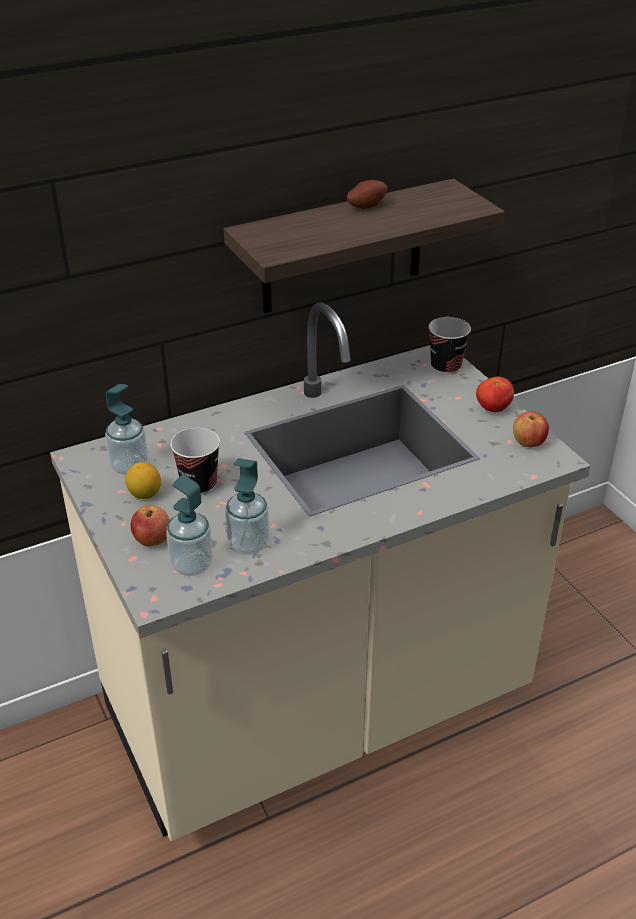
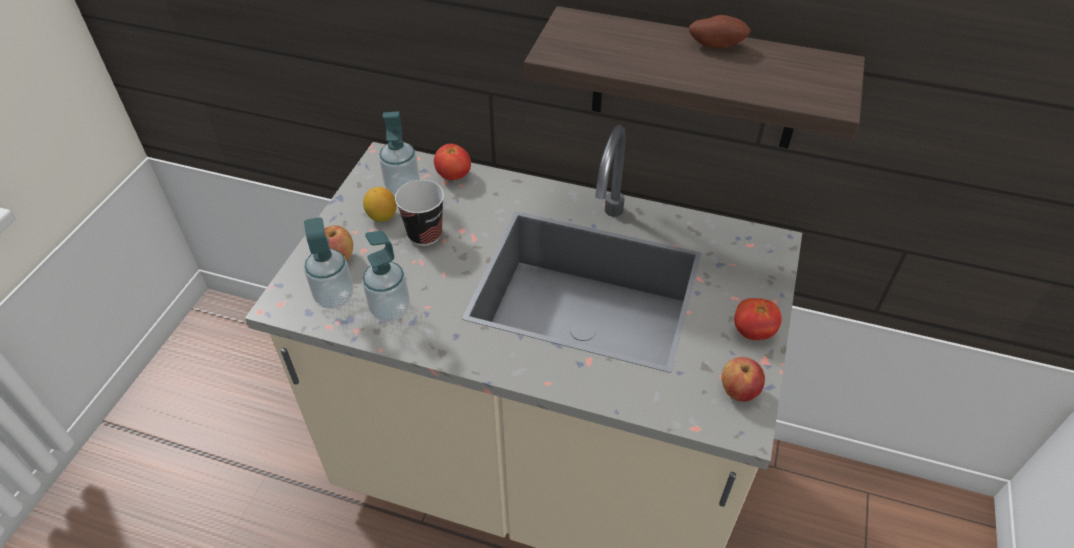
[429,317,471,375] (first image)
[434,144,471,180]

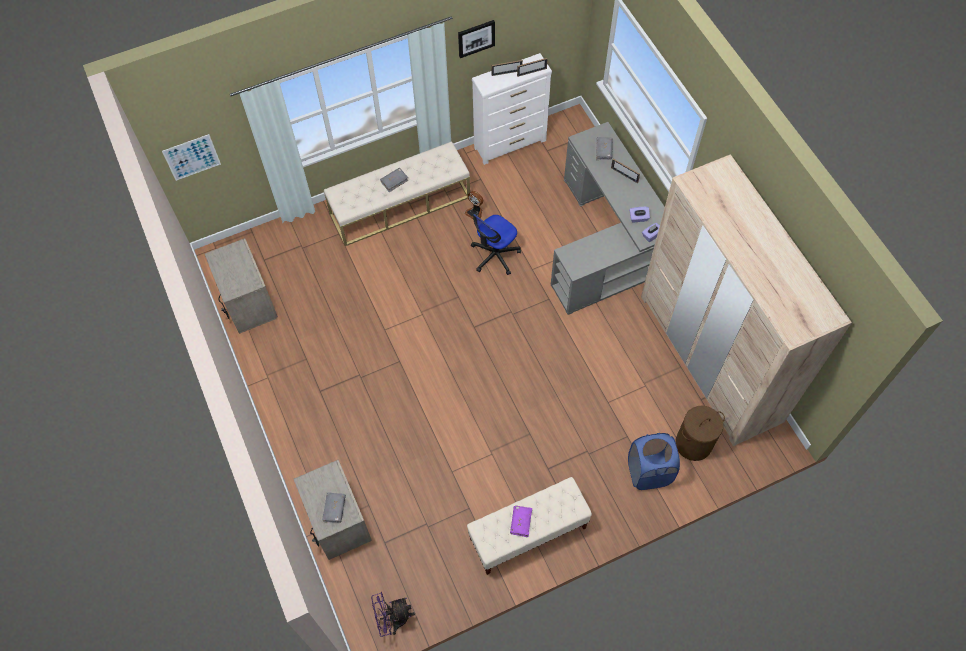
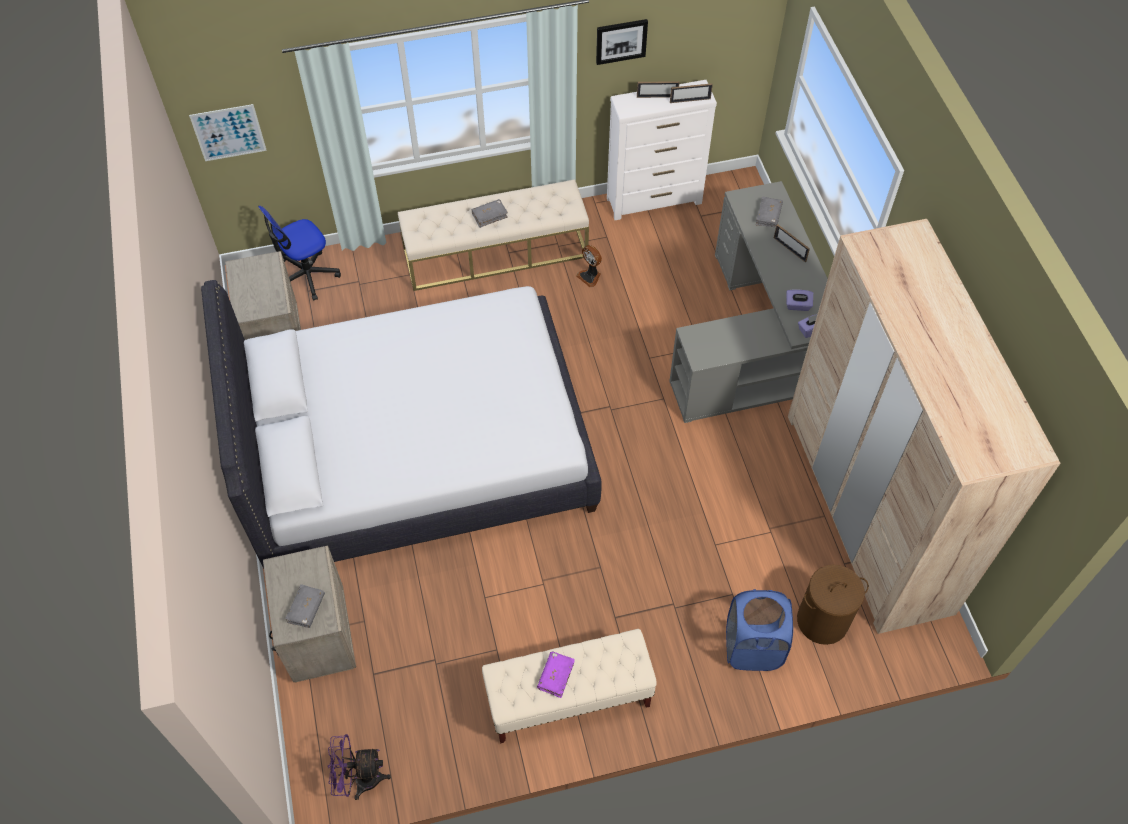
[258,206,341,301]
[201,280,602,569]

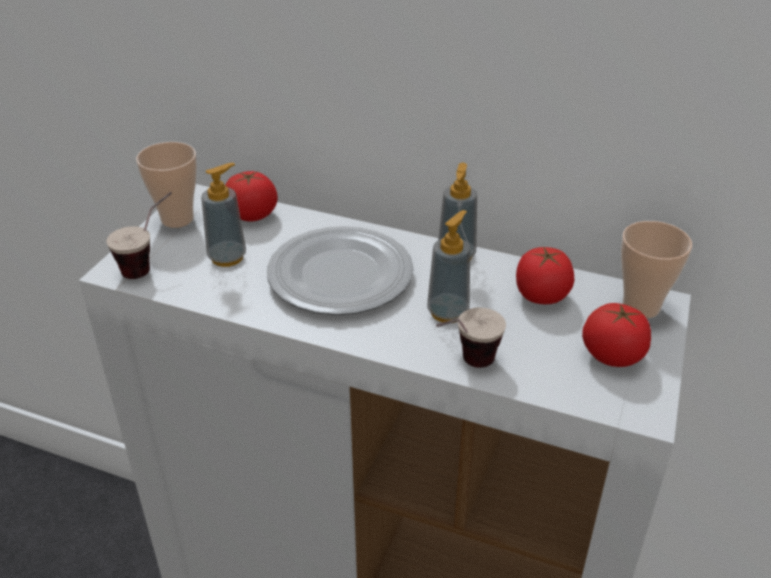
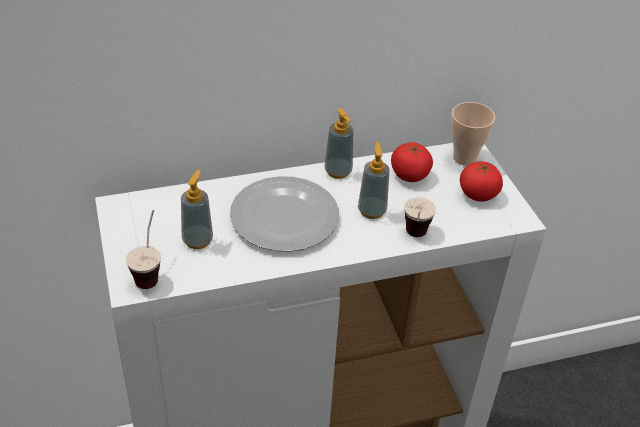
[136,142,197,228] (first image)
[225,171,278,222] (first image)

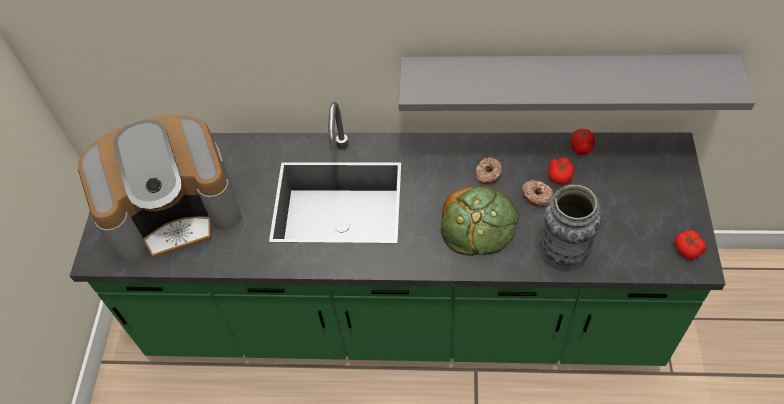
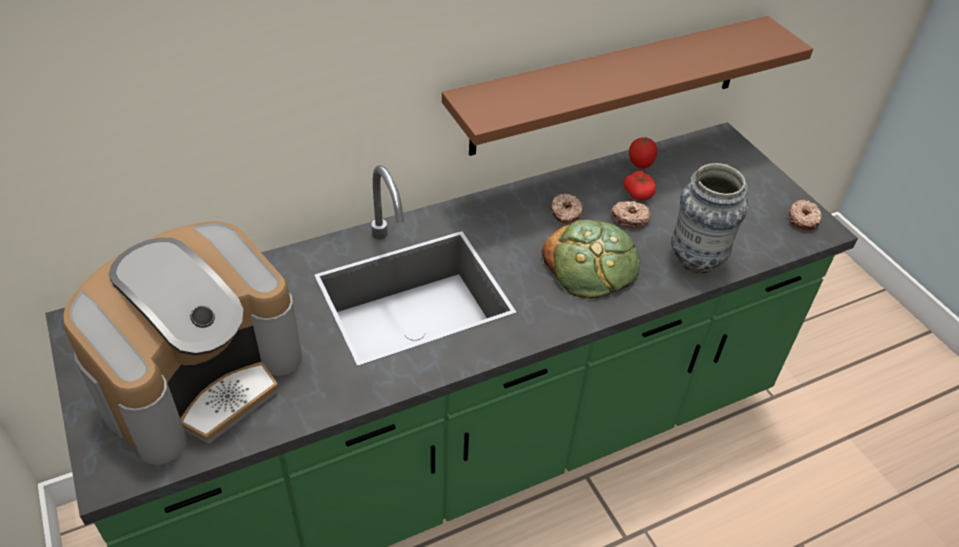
[442,16,813,156]
[789,200,822,230]

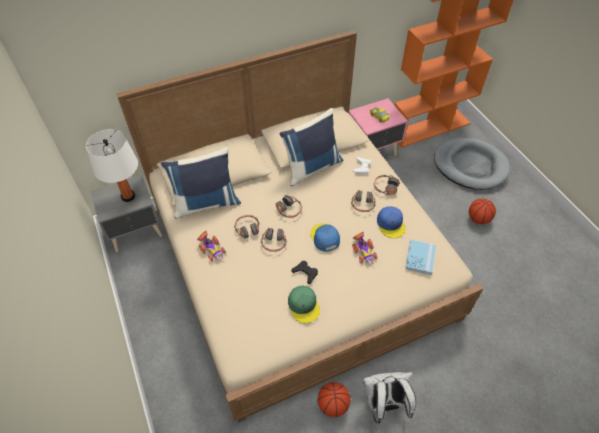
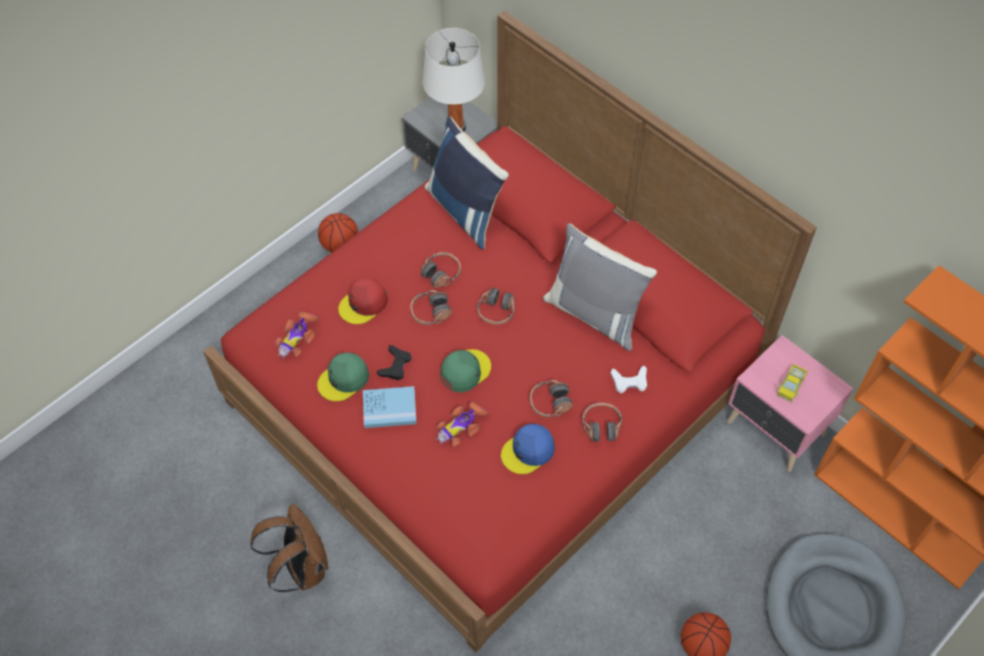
[203,10,817,652]
[275,312,319,358]
[543,223,657,351]
[440,349,491,392]
[318,213,358,253]
[250,504,328,592]
[363,386,417,428]
[338,278,388,324]

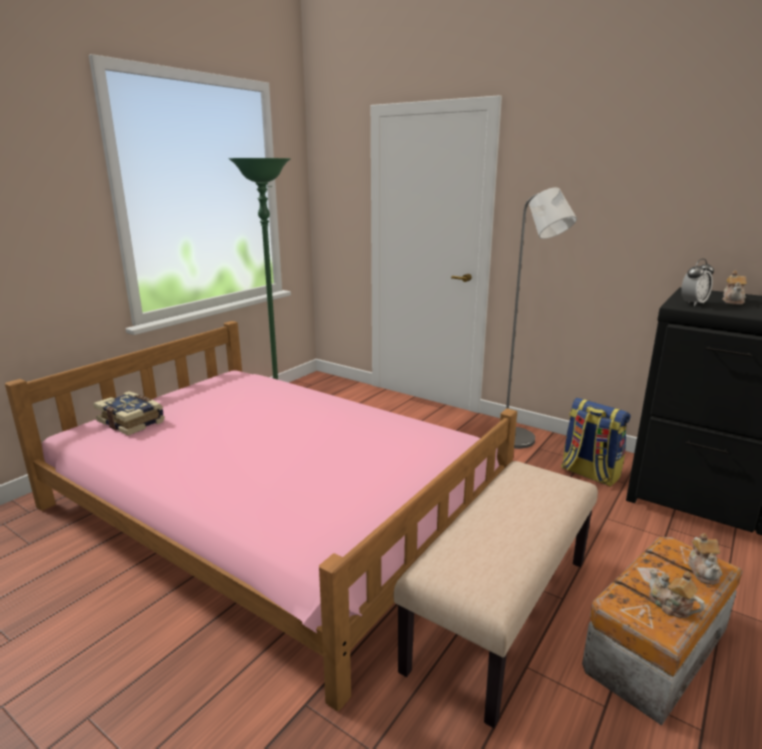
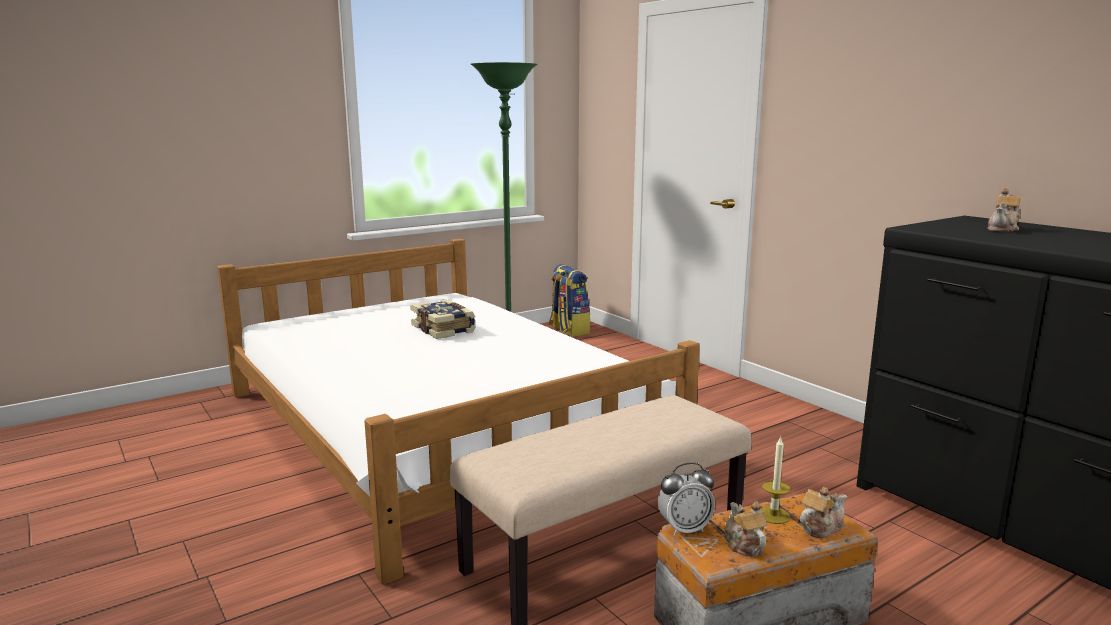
[217,239,700,585]
[410,299,476,339]
[506,187,577,449] (first image)
[549,264,590,337]
[658,462,715,536]
[800,487,847,538]
[760,436,791,524]

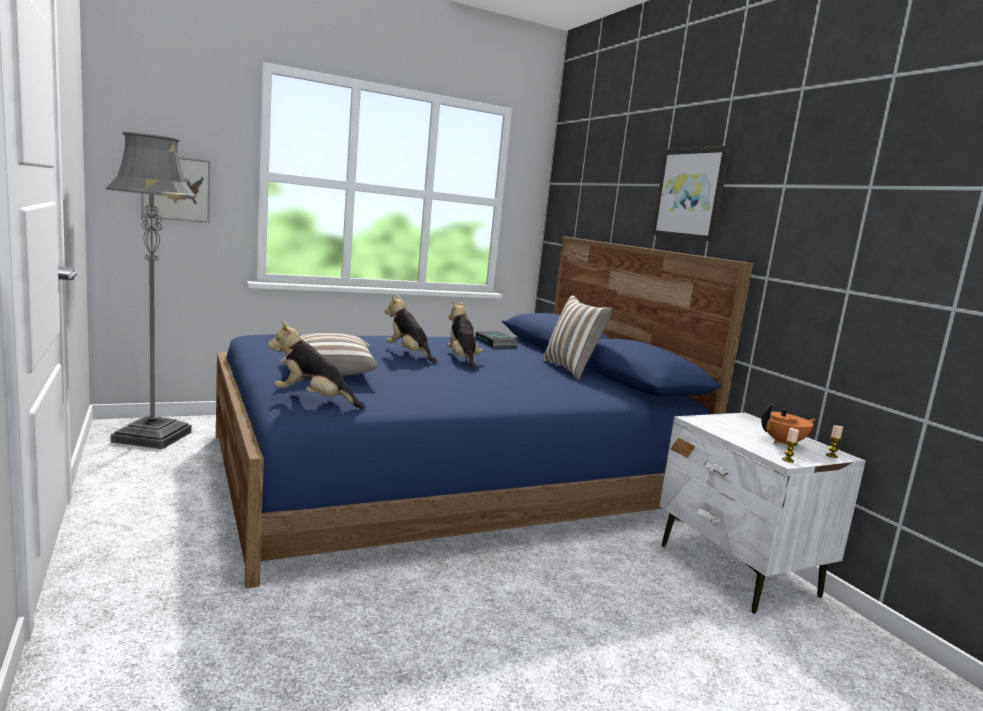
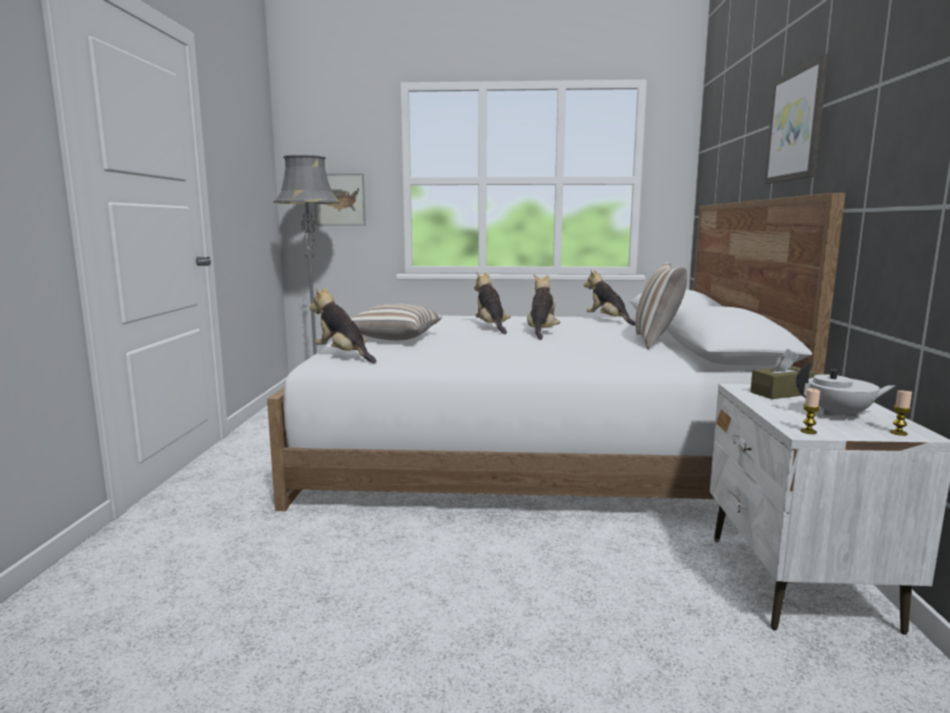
[267,193,845,511]
[584,270,635,326]
[796,361,895,420]
[750,349,815,399]

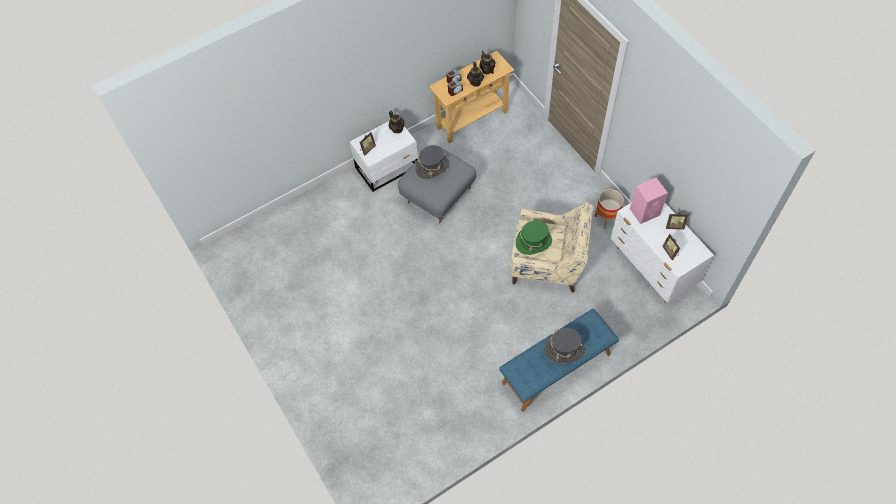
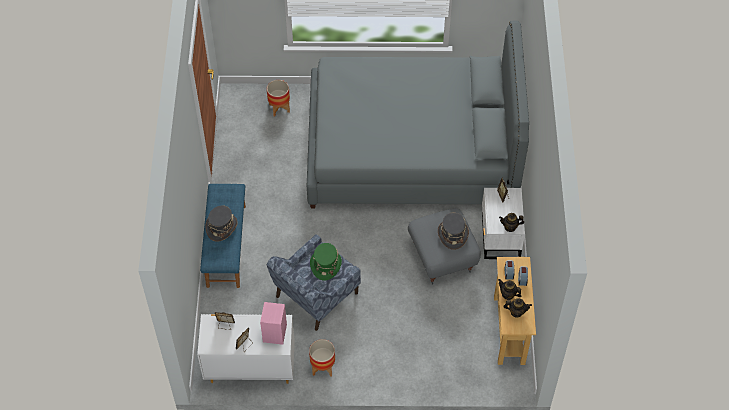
[267,234,361,331]
[267,80,290,117]
[307,21,529,208]

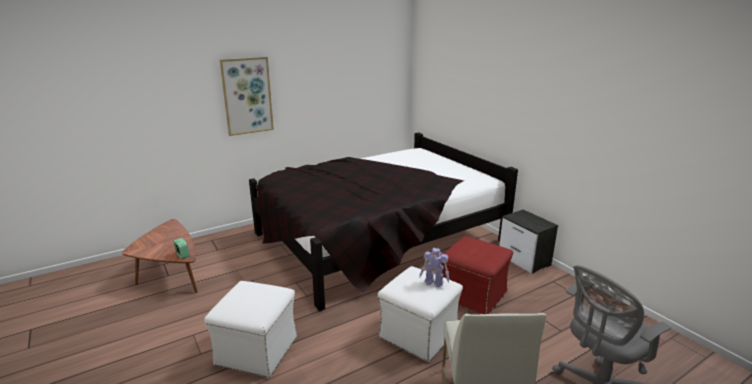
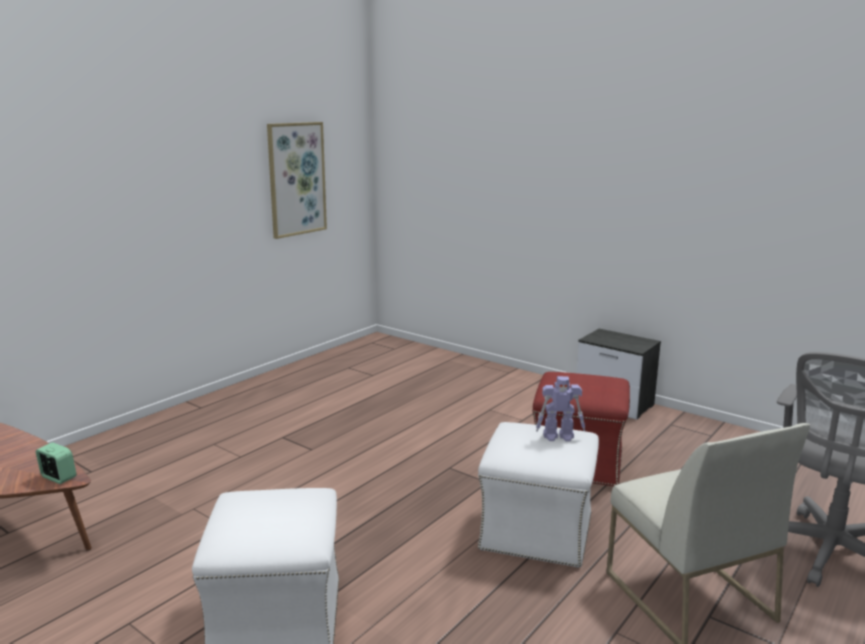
[267,122,327,239]
[249,132,518,311] (first image)

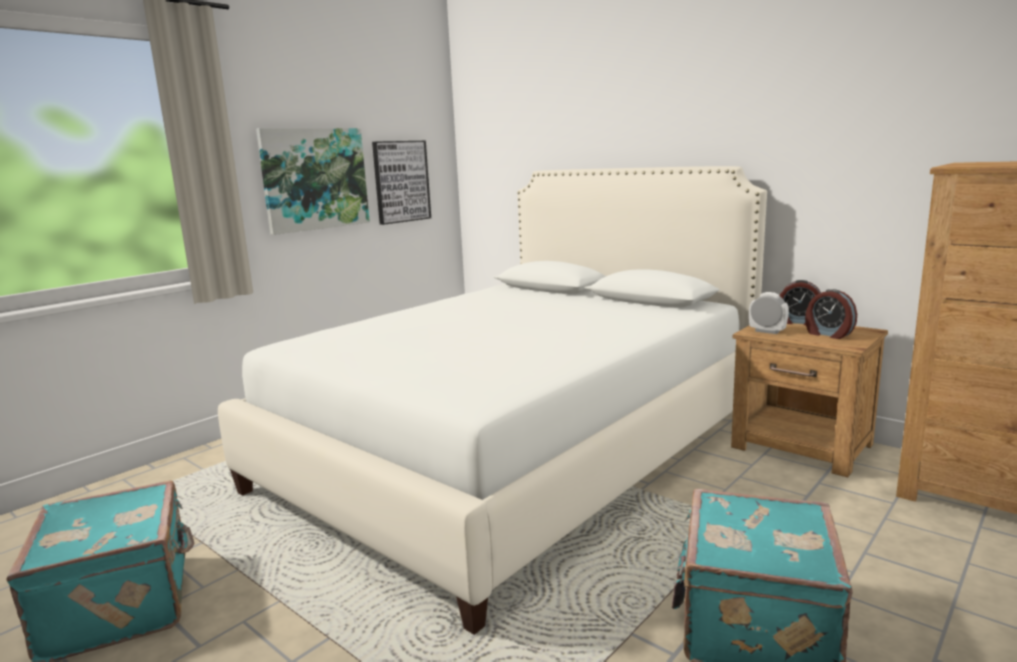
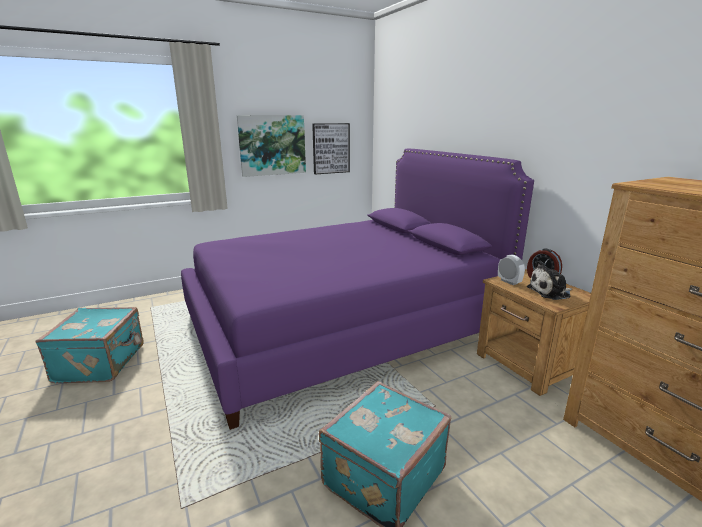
[181,148,534,430]
[527,260,573,300]

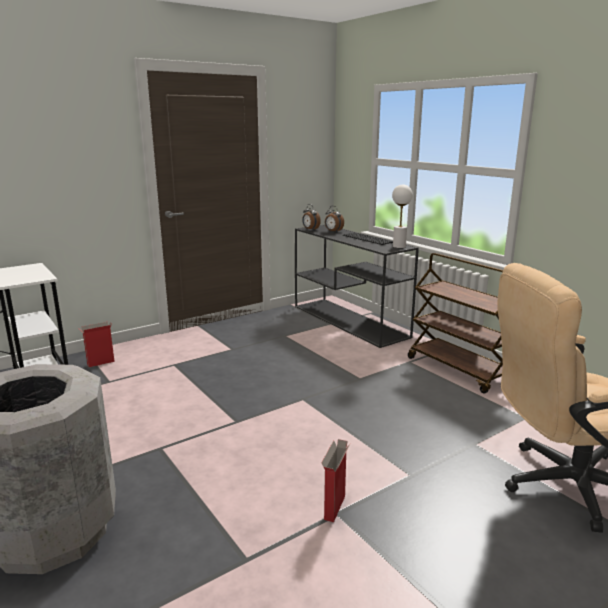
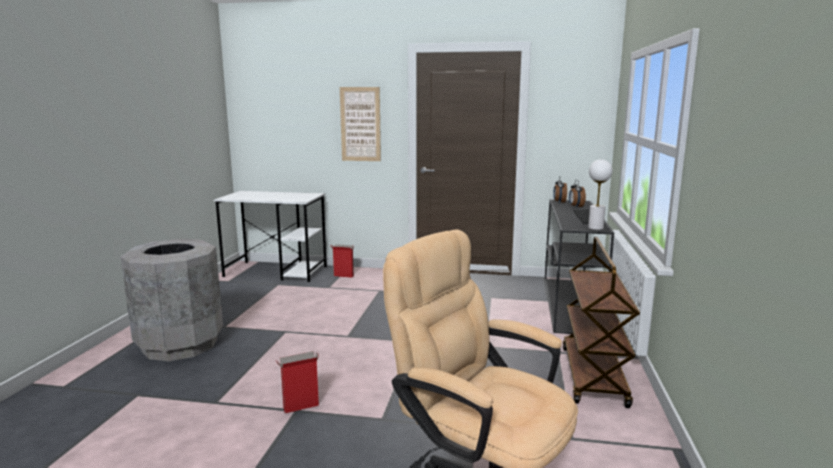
[340,87,381,161]

